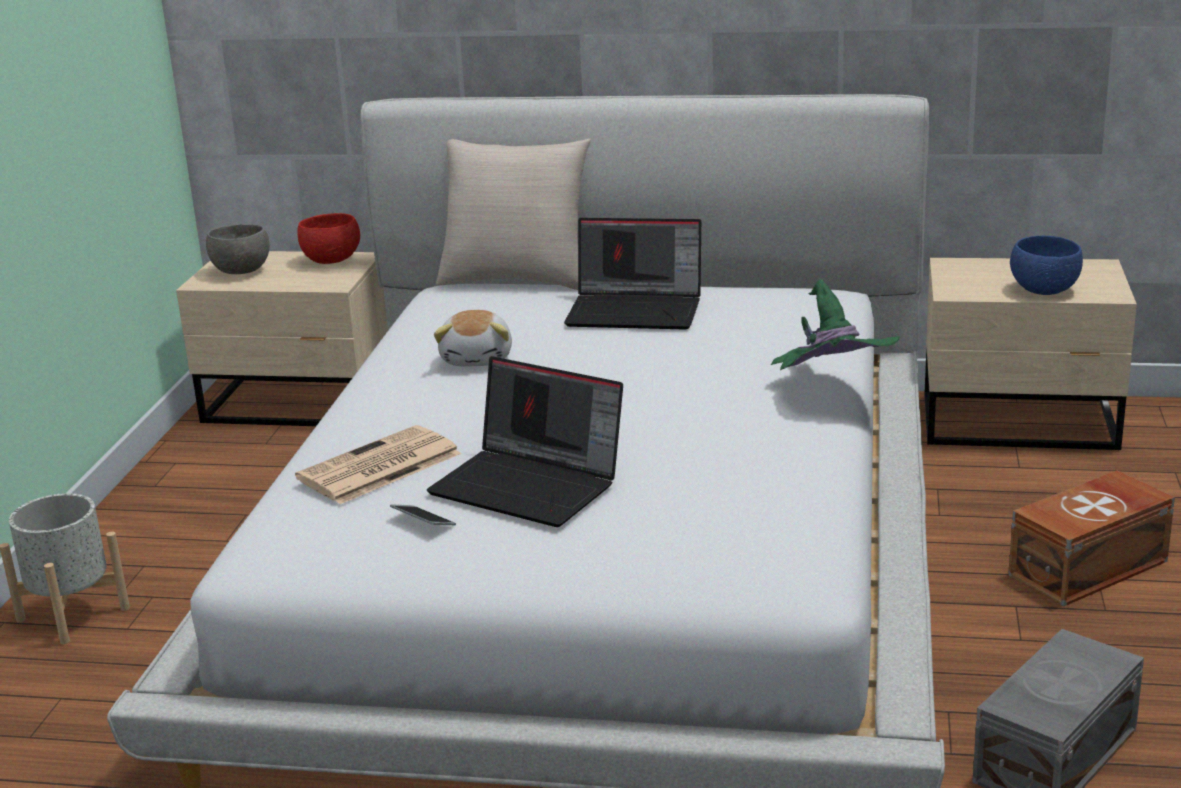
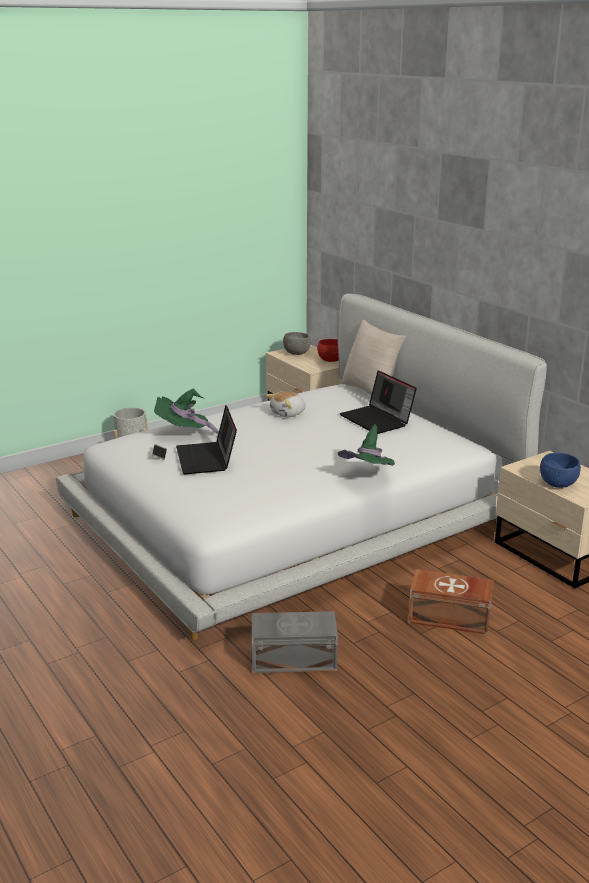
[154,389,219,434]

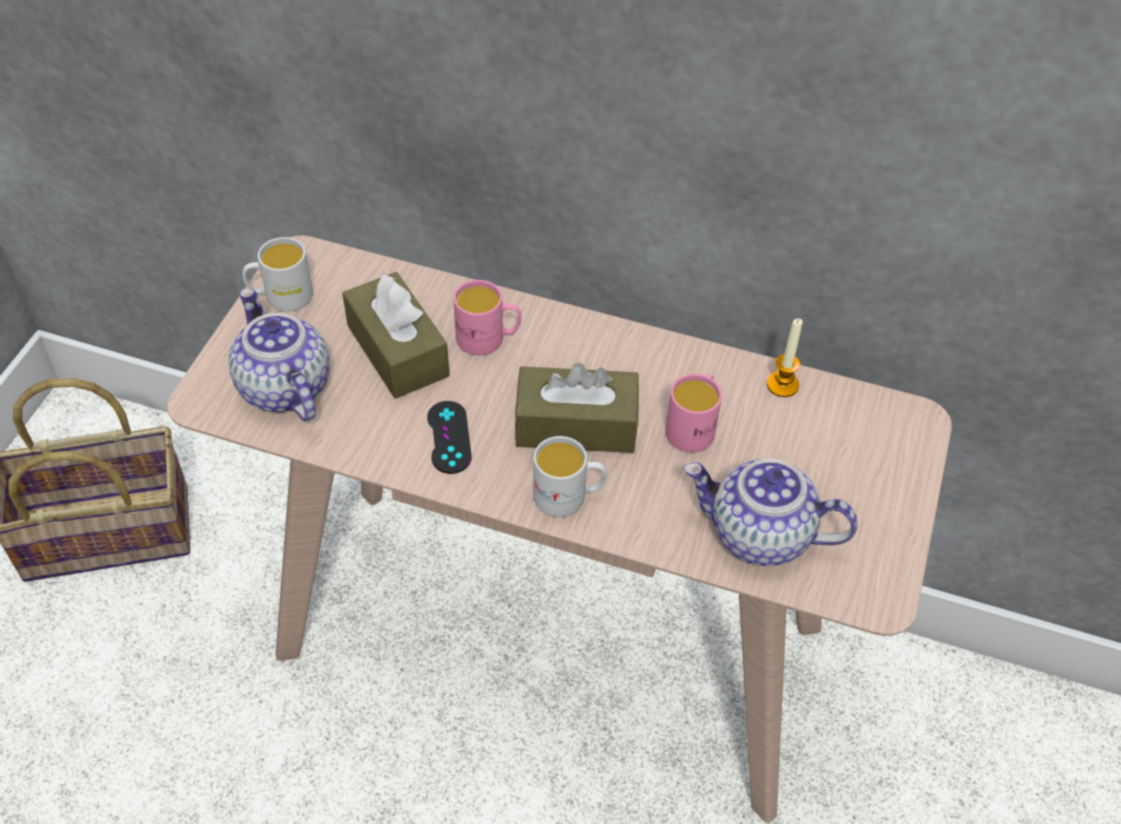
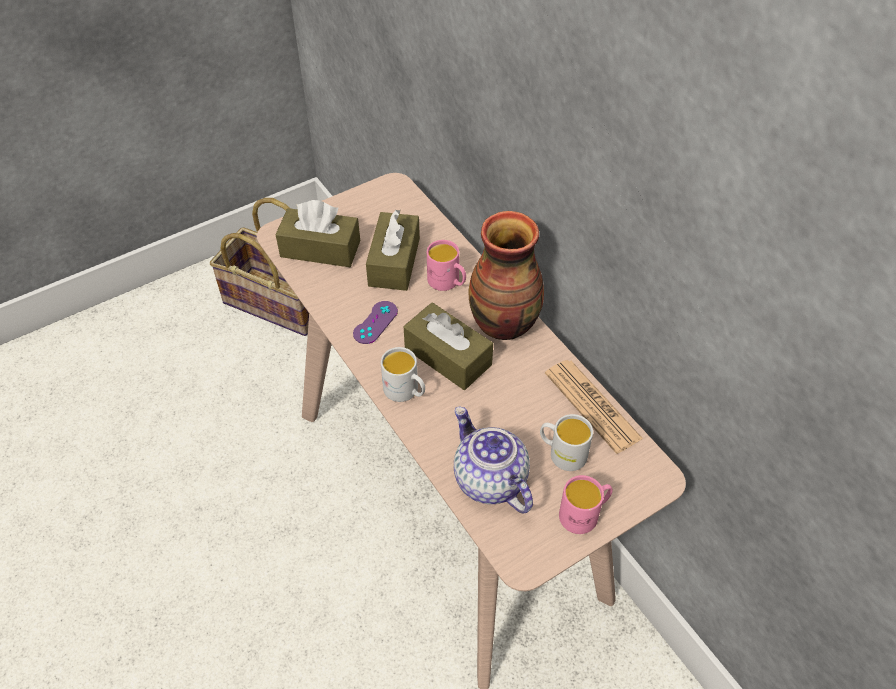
[275,200,360,267]
[540,414,593,471]
[353,301,398,344]
[559,475,613,534]
[545,360,643,454]
[468,211,544,340]

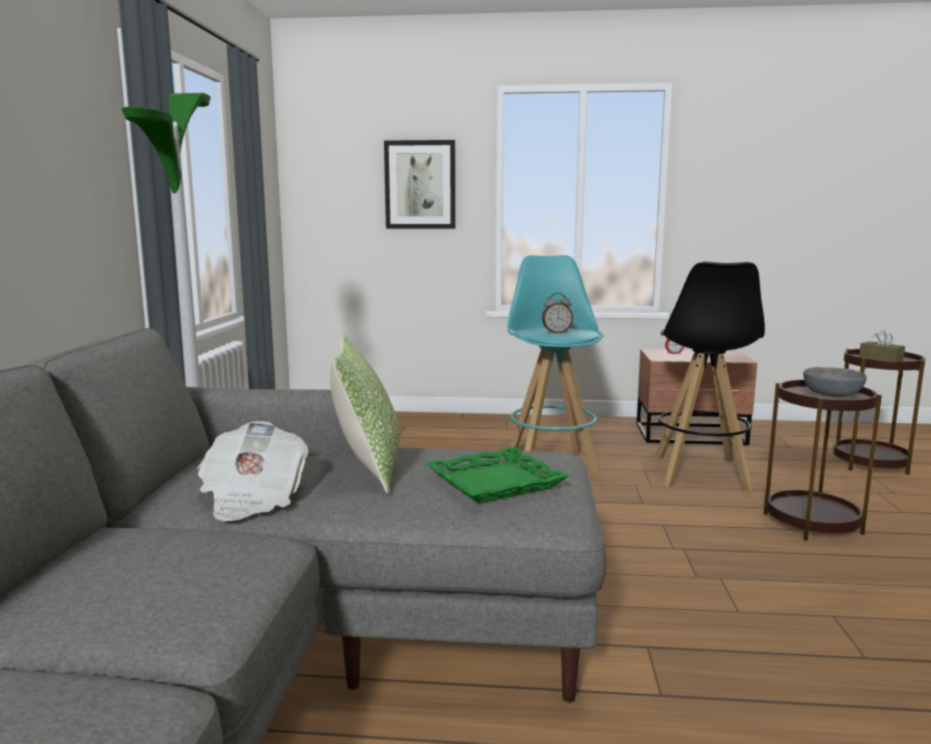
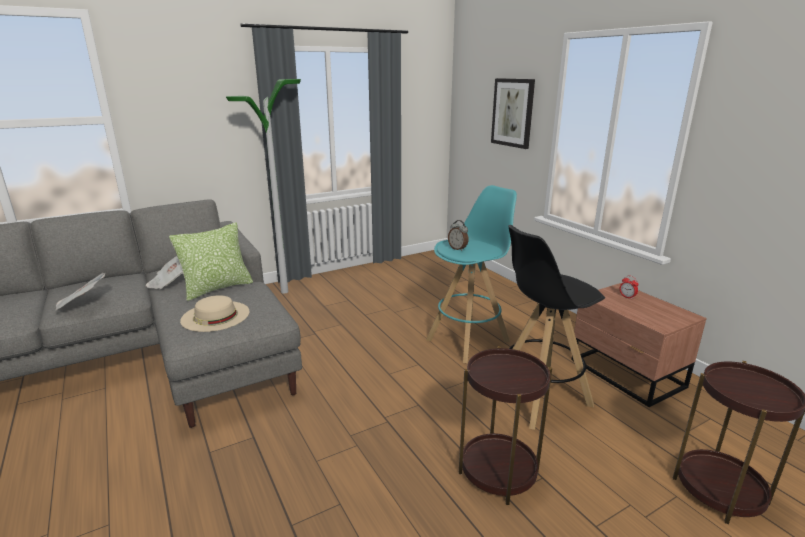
[180,295,250,332]
[803,367,867,397] (first image)
[859,330,905,361] (first image)
[55,273,105,311]

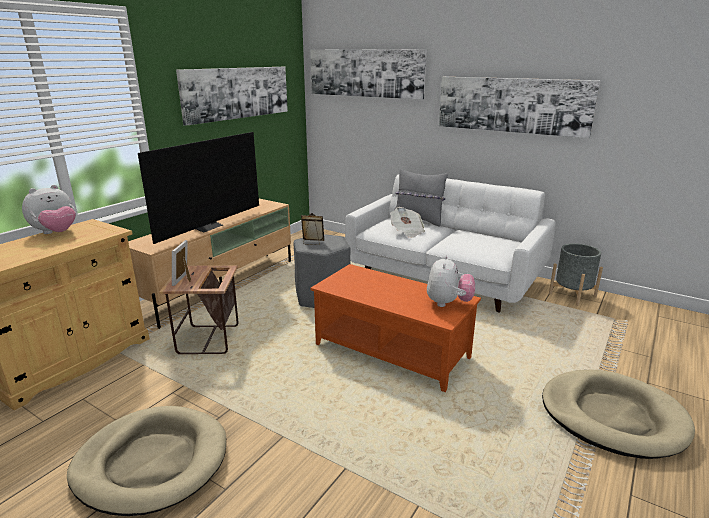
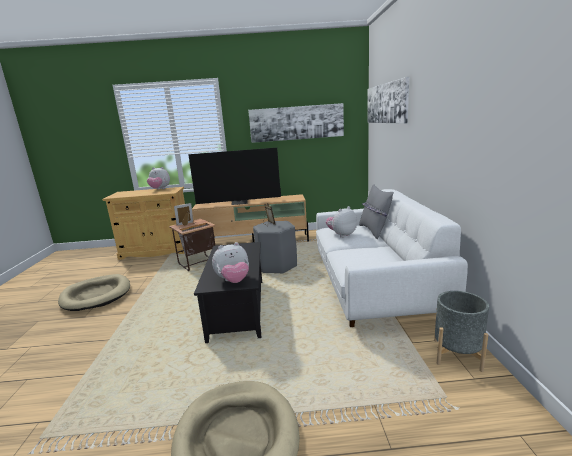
[194,242,262,343]
[326,206,357,238]
[439,77,601,138] (first image)

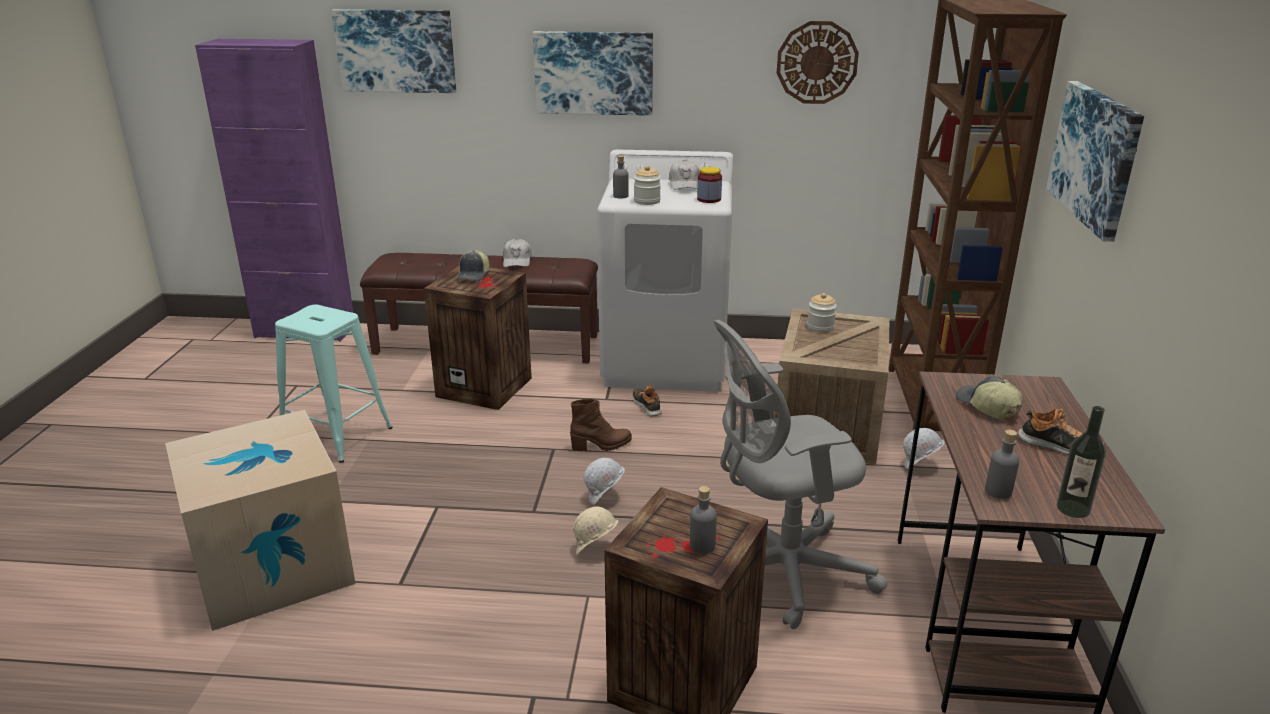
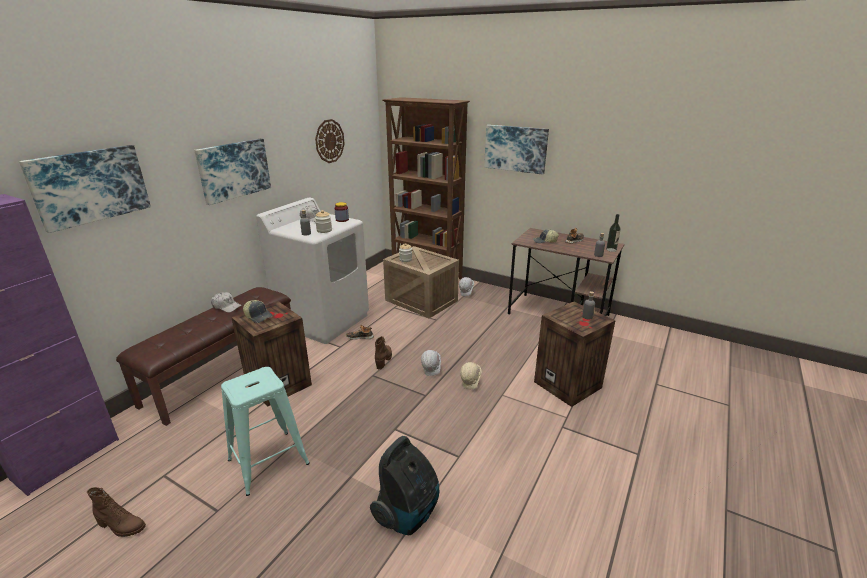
[370,436,439,535]
[714,320,888,629] (first image)
[87,487,146,537]

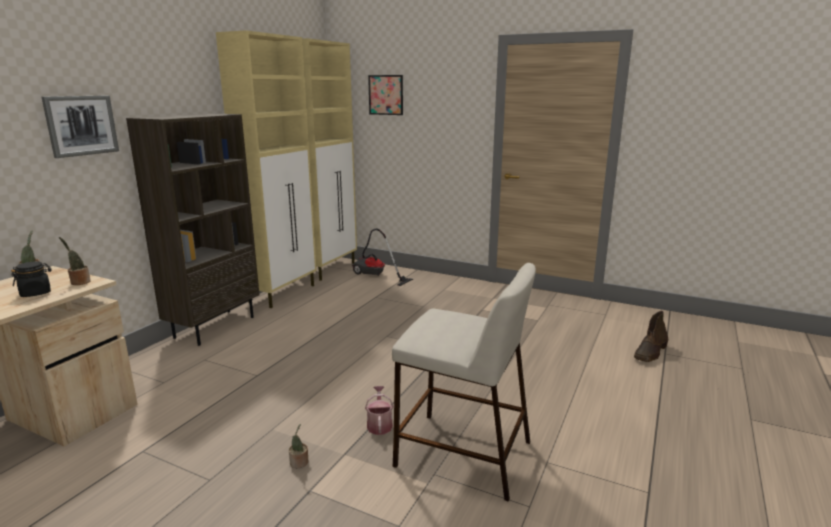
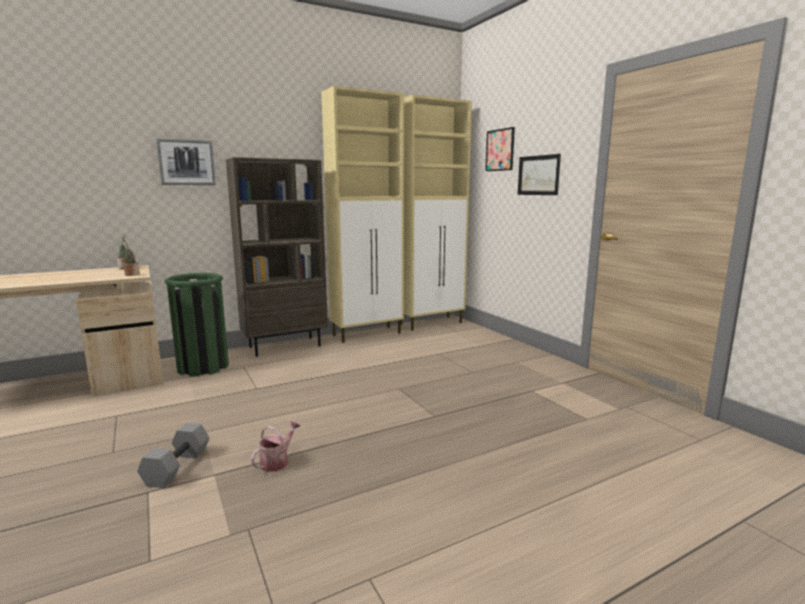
[11,261,52,297] (first image)
[137,423,209,488]
[352,229,413,286] (first image)
[392,263,536,502] (first image)
[634,311,668,362] (first image)
[165,273,229,376]
[518,154,561,195]

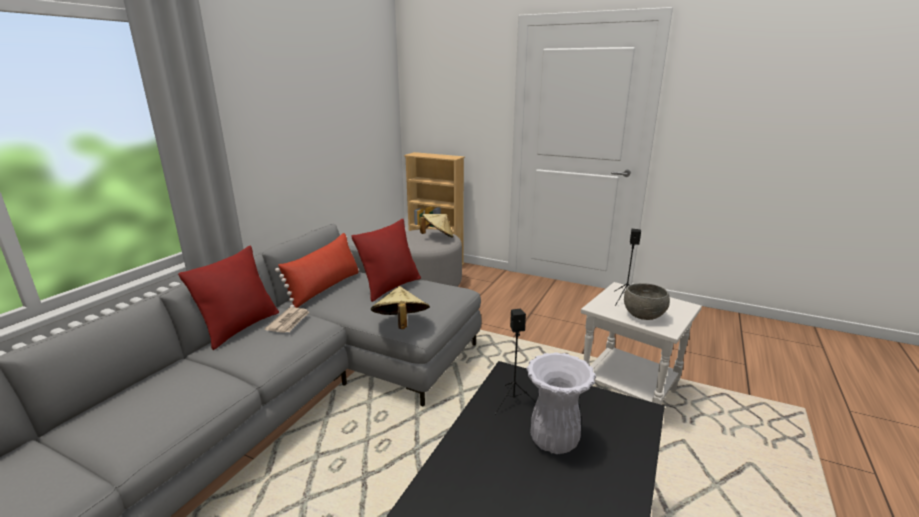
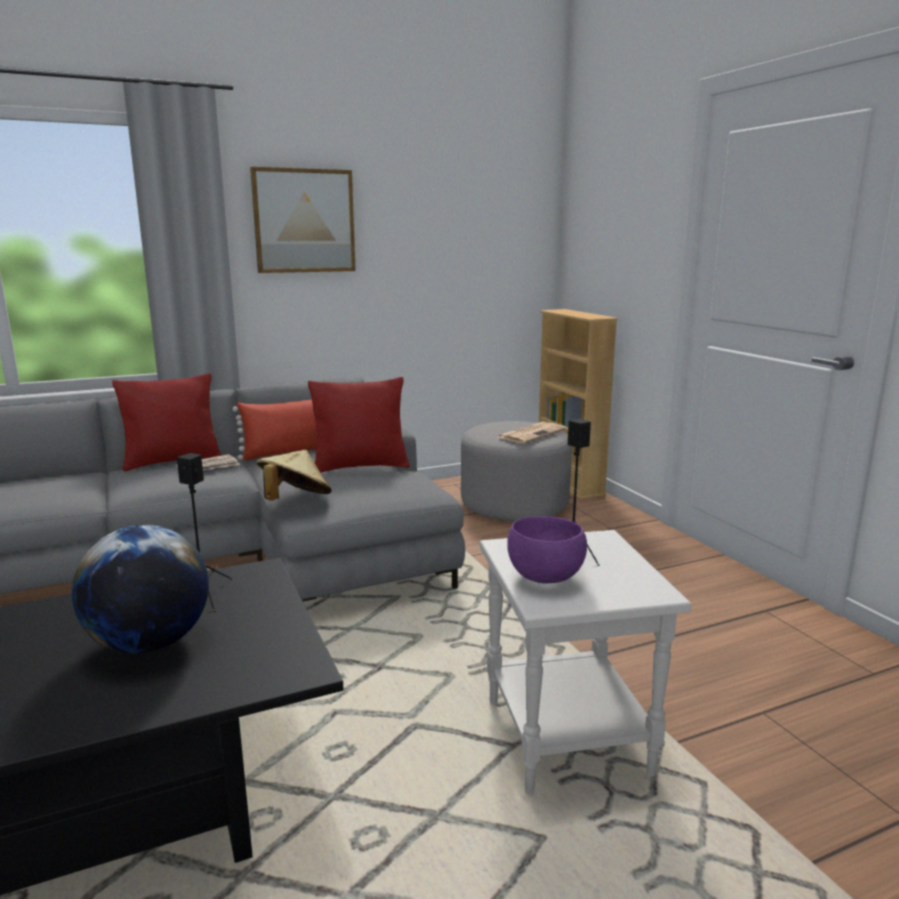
[497,422,566,444]
[72,525,209,654]
[507,516,587,583]
[250,167,356,273]

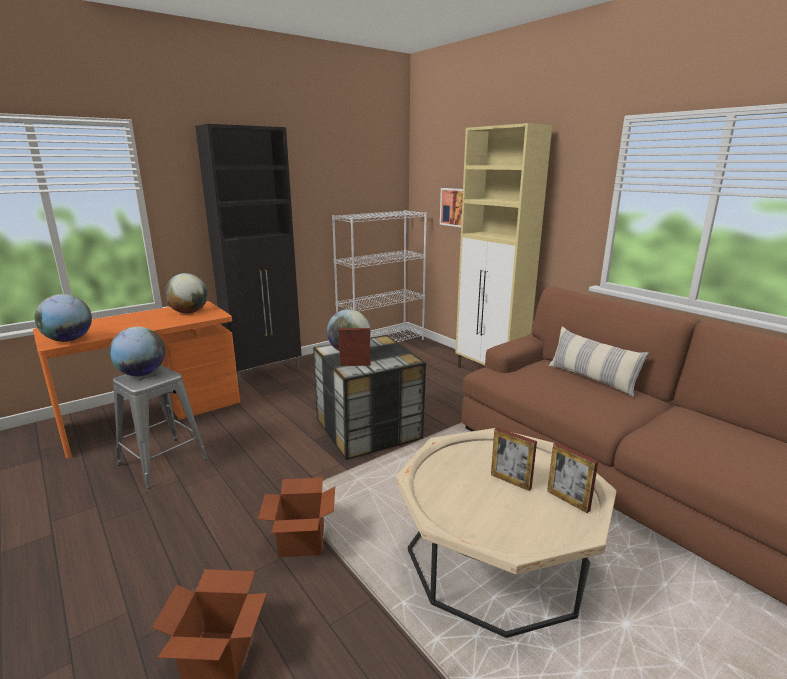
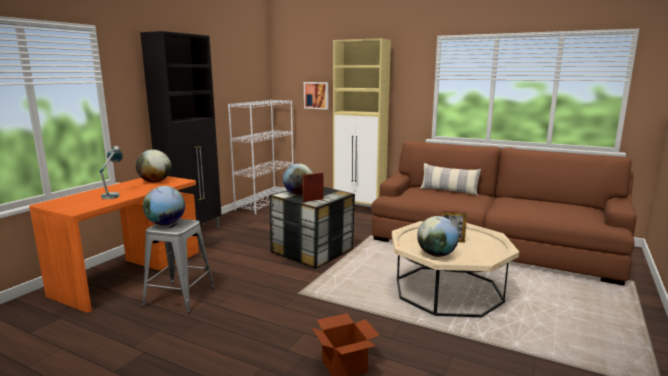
[417,216,459,257]
[258,478,335,557] (first image)
[547,442,598,513] (first image)
[99,146,123,199]

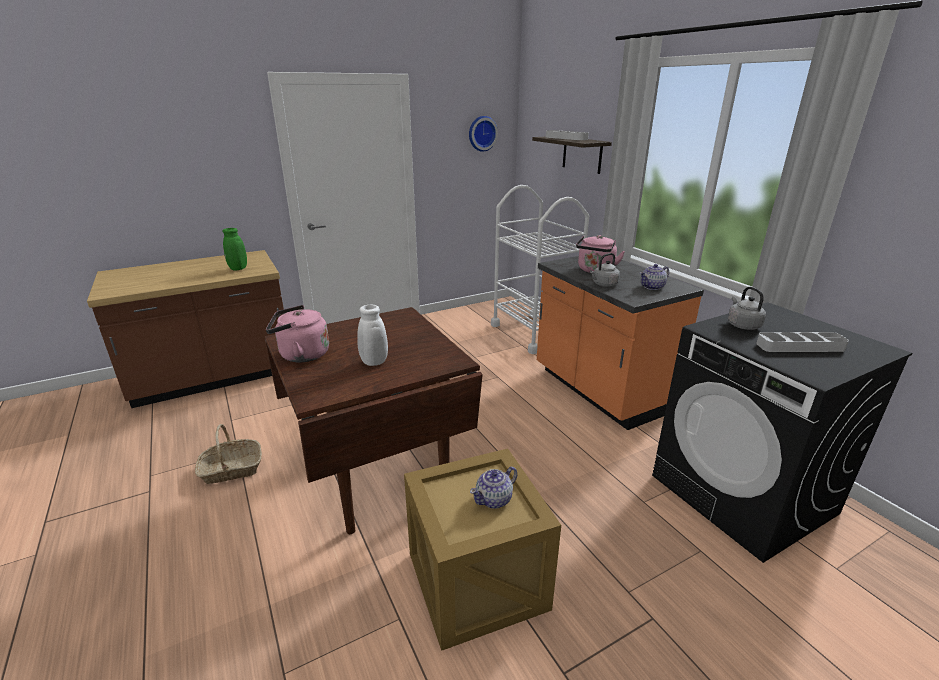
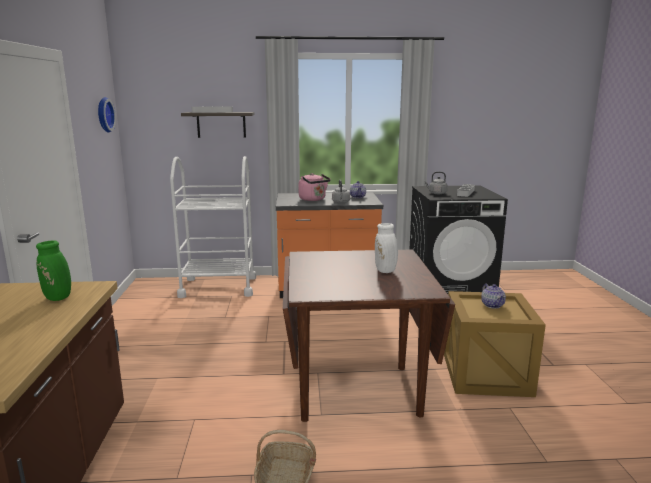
[266,305,329,362] (first image)

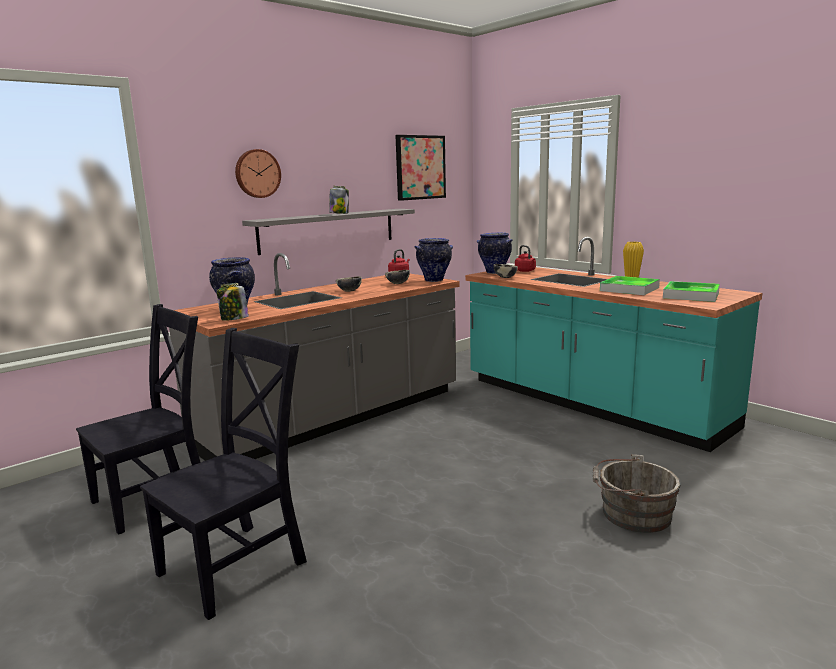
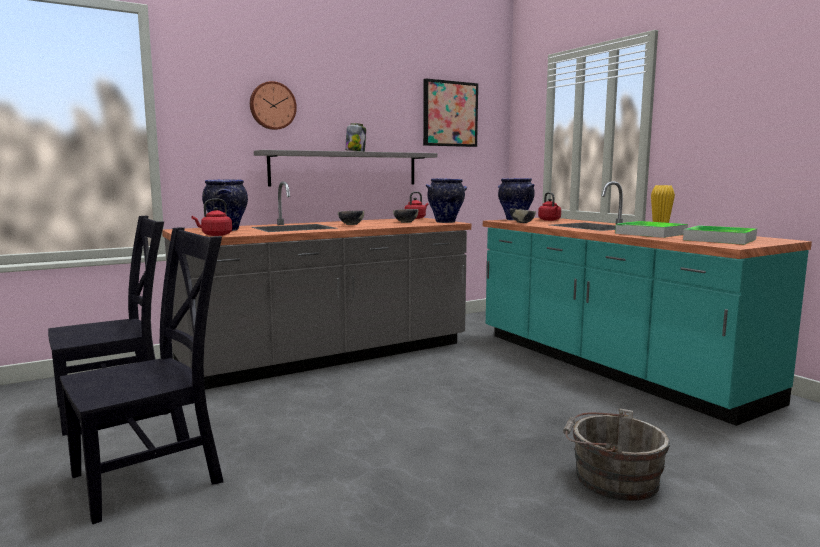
[192,199,232,236]

